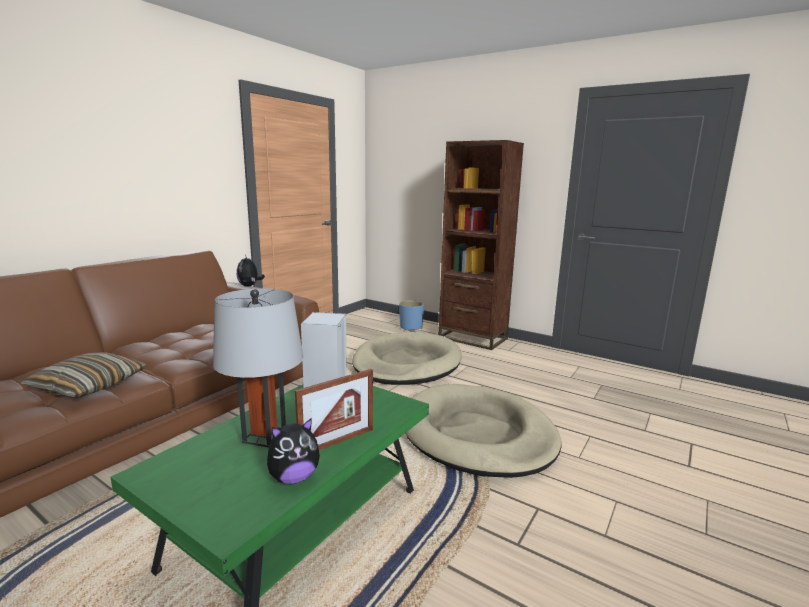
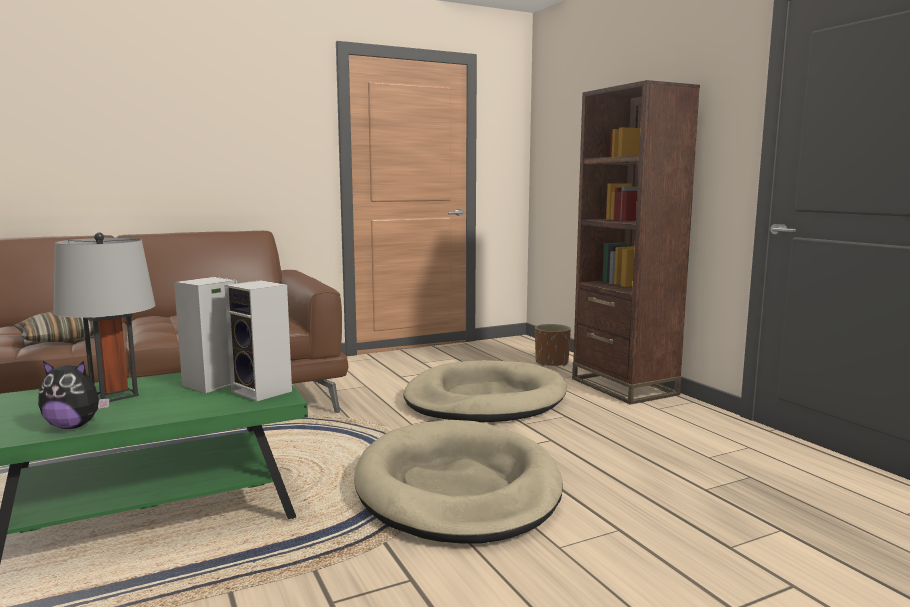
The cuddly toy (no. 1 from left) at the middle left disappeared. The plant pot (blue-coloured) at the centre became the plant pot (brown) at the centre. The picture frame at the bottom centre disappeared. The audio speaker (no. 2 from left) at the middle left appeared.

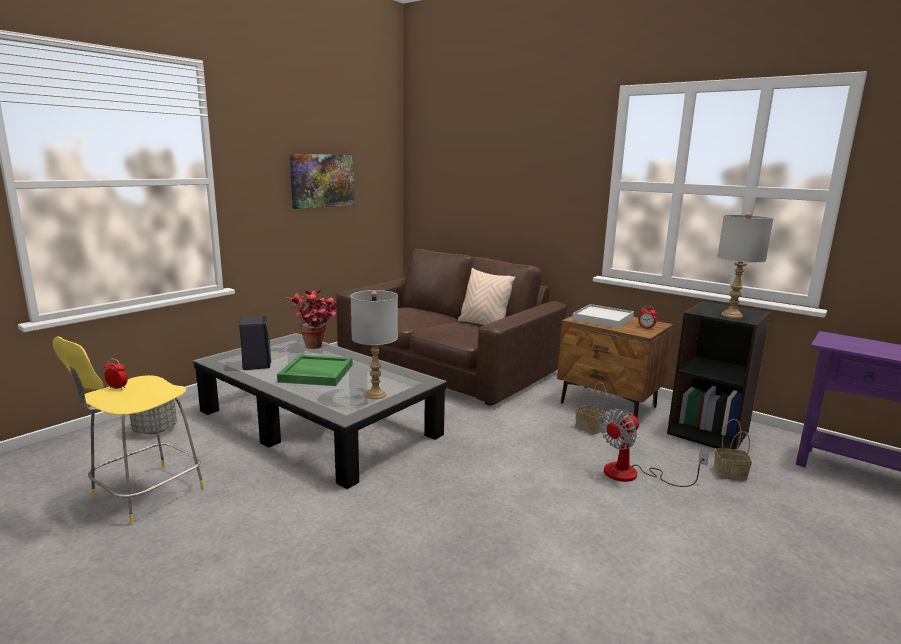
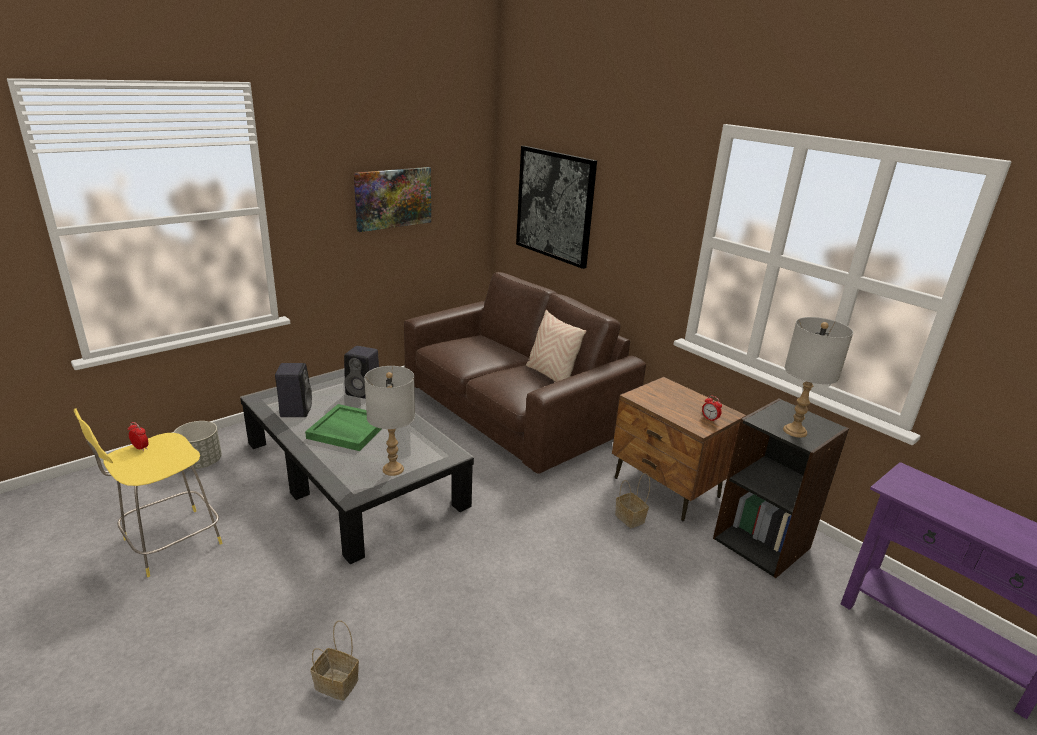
The potted plant at the centre was replaced by the audio speaker (black-coloured) (no. 2 from left) at the centre. The carrying tray (whitish) at the middle right disappeared. The fan at the bottom right disappeared. The storage basket (no. 2 from left in the first image) moved from the bottom right to the bottom left. The wall picture (no. 2 from left) at the top centre appeared.

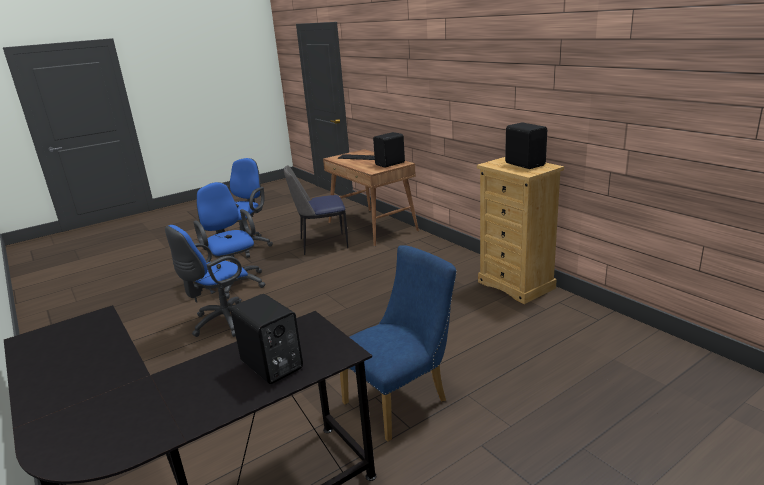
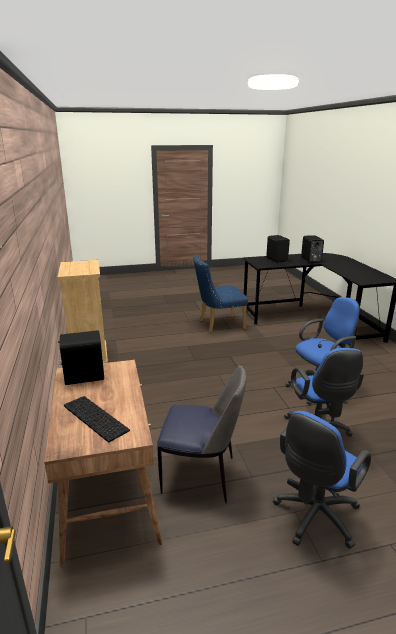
The audio speaker (black-coloured) (no. 3 from left) moved from the top right to the middle right.

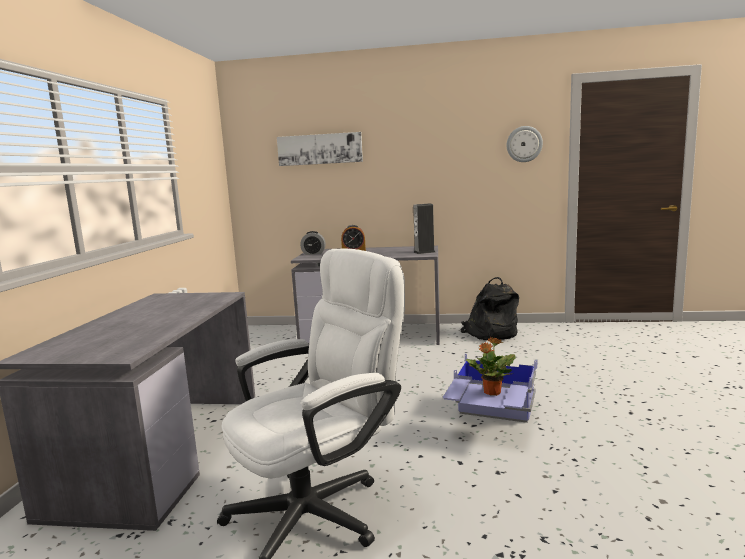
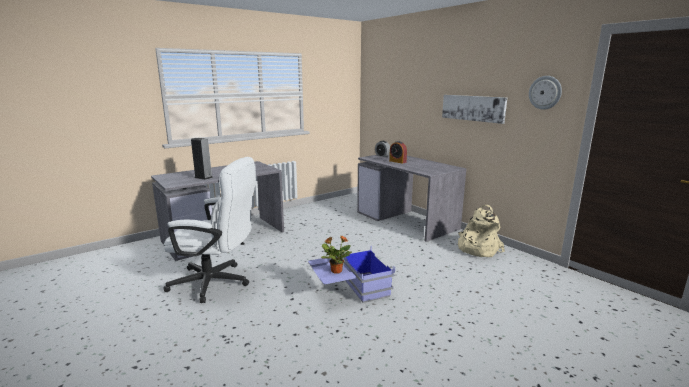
The wall picture moved from the top centre to the top right. The audio speaker moved from the centre to the middle left. The knapsack (black-coloured) at the centre became the knapsack (beige-coloured) at the middle right.

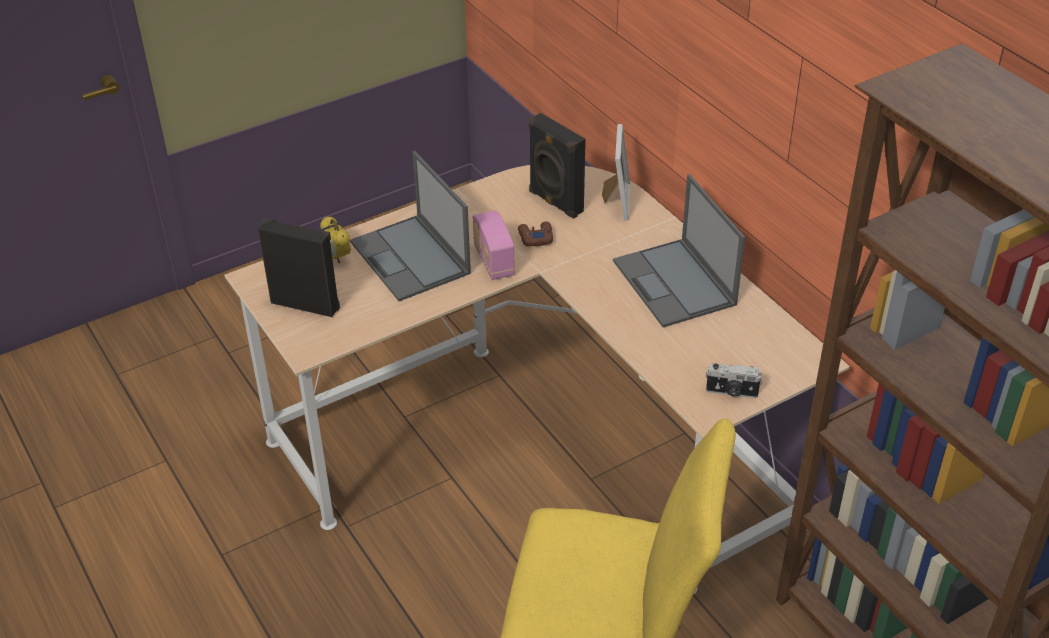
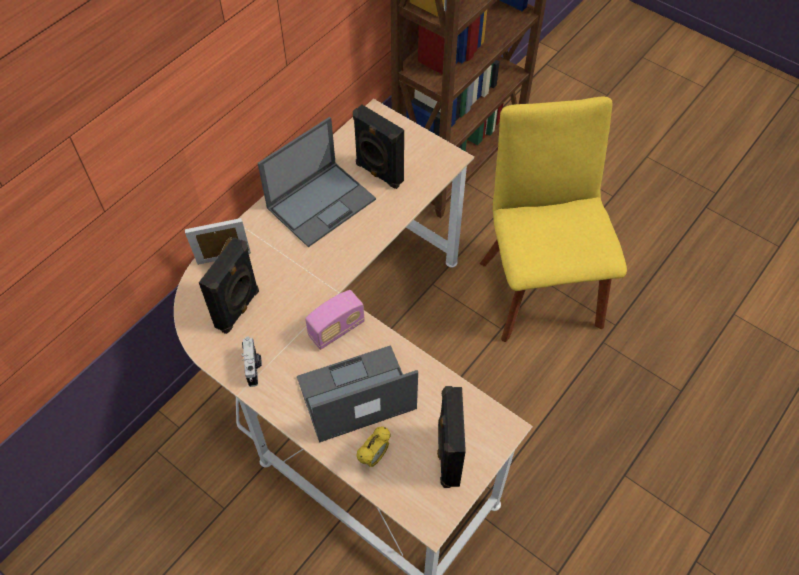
The notebook computer (no. 1 from left in the first image) at the centre turned 150 degrees counterclockwise. The gamepad (brown) at the centre disappeared. The still camera moved from the middle right to the middle left. The audio speaker (black-coloured) (no. 2 from left) at the top centre appeared.

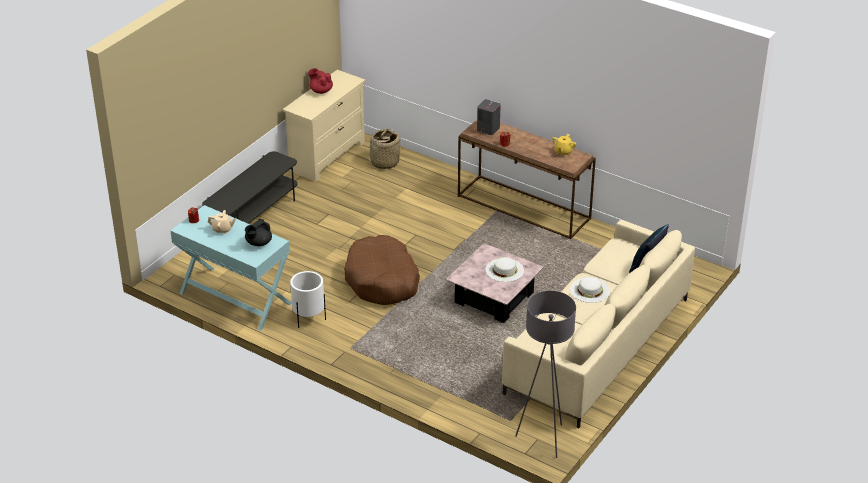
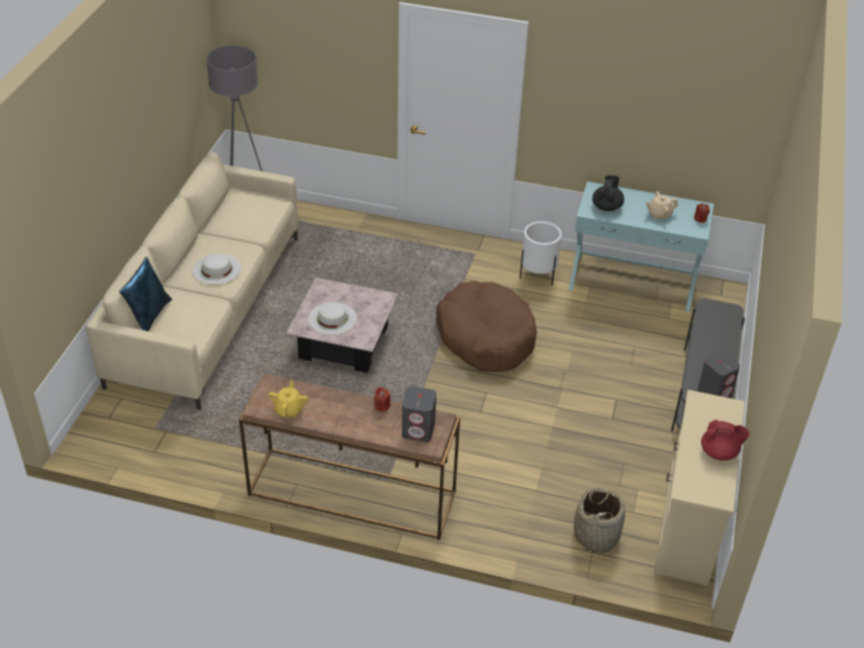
The audio speaker (grey) (no. 2 from left) at the middle right appeared.

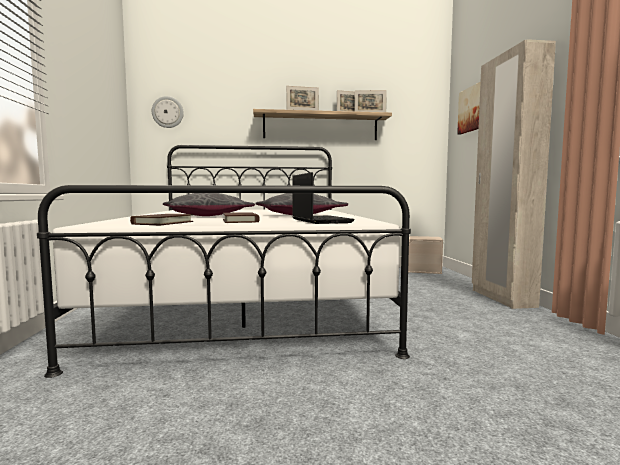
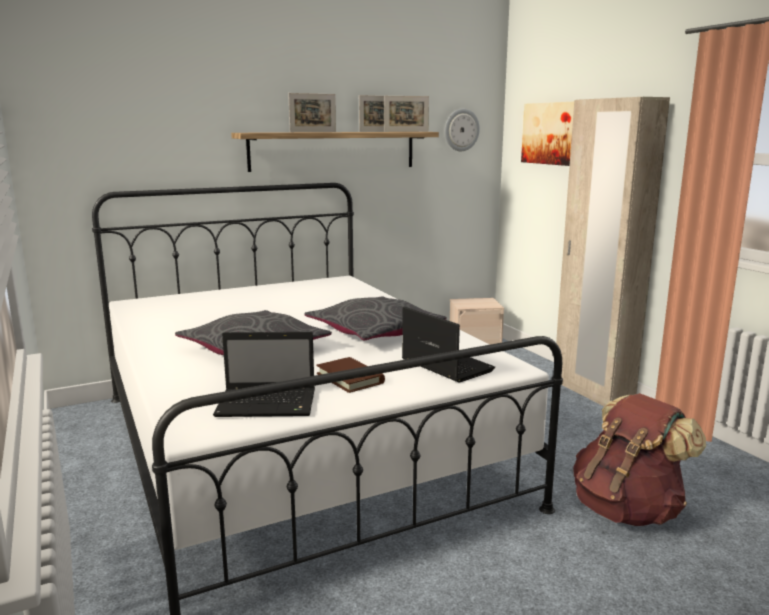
The hanging clock moved from the top left to the top centre. The bound book (brown) (no. 1 from left) at the middle left was replaced by the notebook computer (no. 1 from left) at the centre. The knapsack (brown) at the bottom right appeared.

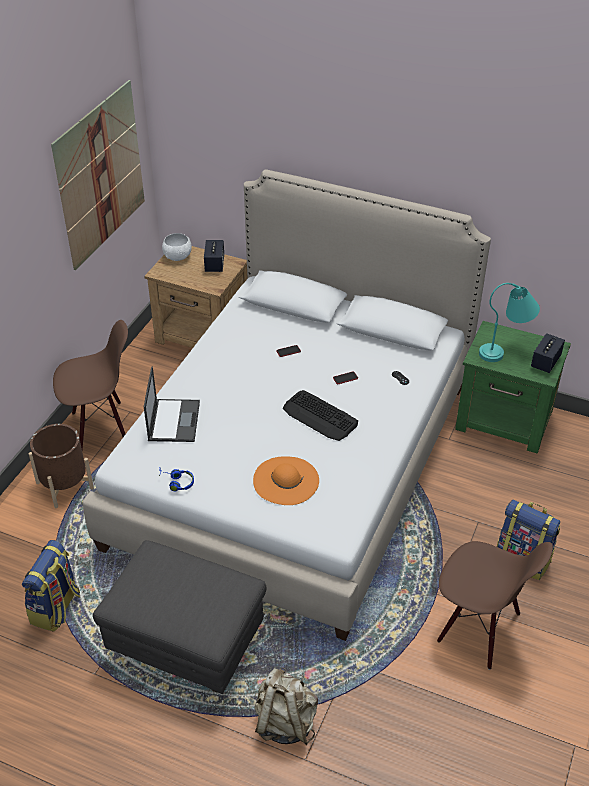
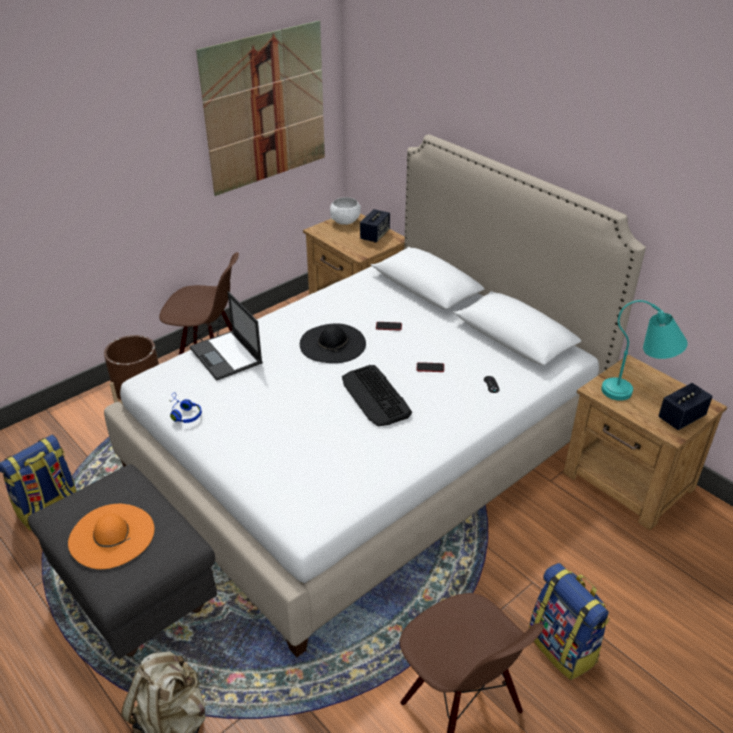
The nightstand (green) at the middle right became the nightstand (brown) (no. 2 from left) at the middle right. The notebook computer at the middle left turned 120 degrees clockwise. The wearable hat (orange) moved from the centre to the bottom left. The wearable hat (black-coloured) at the centre appeared.

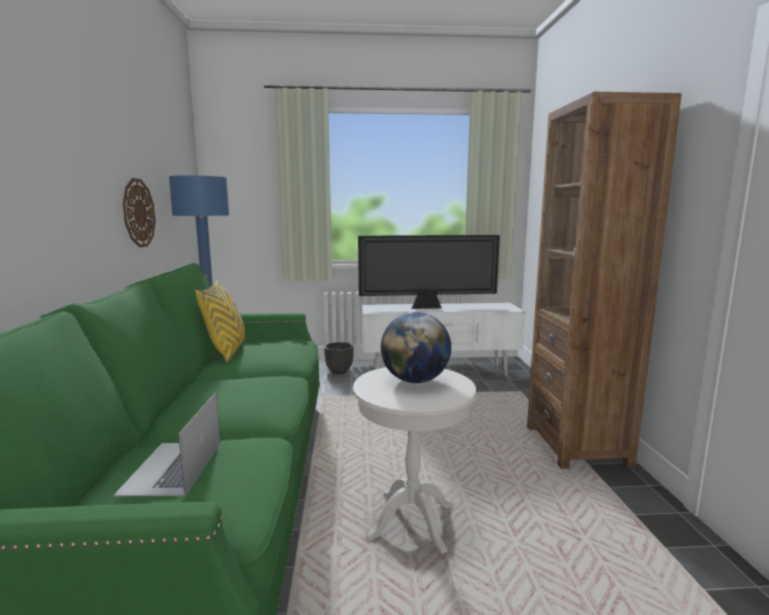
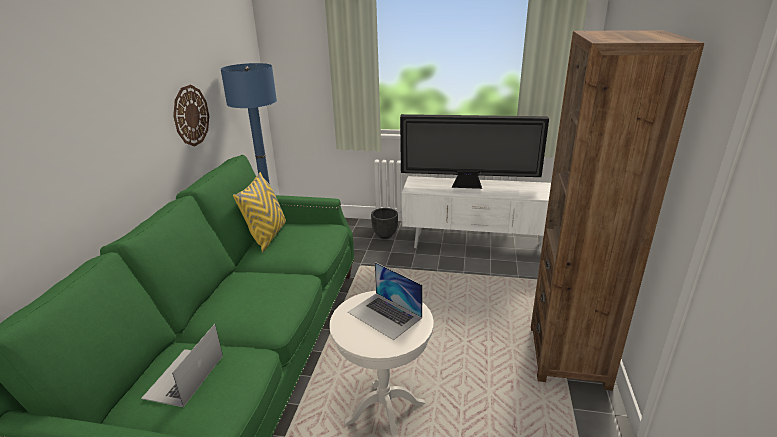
The desk globe at the centre was replaced by the notebook computer (no. 2 from left) at the bottom centre.

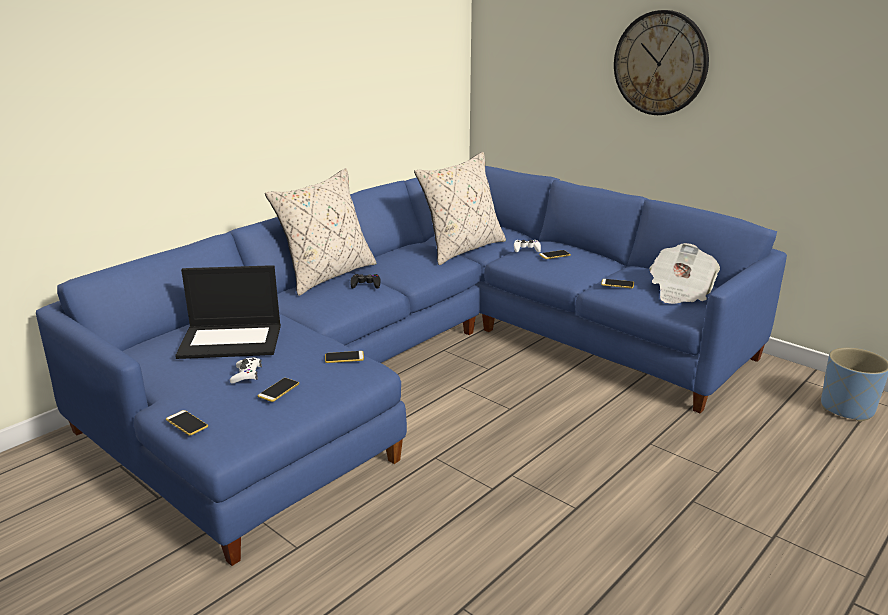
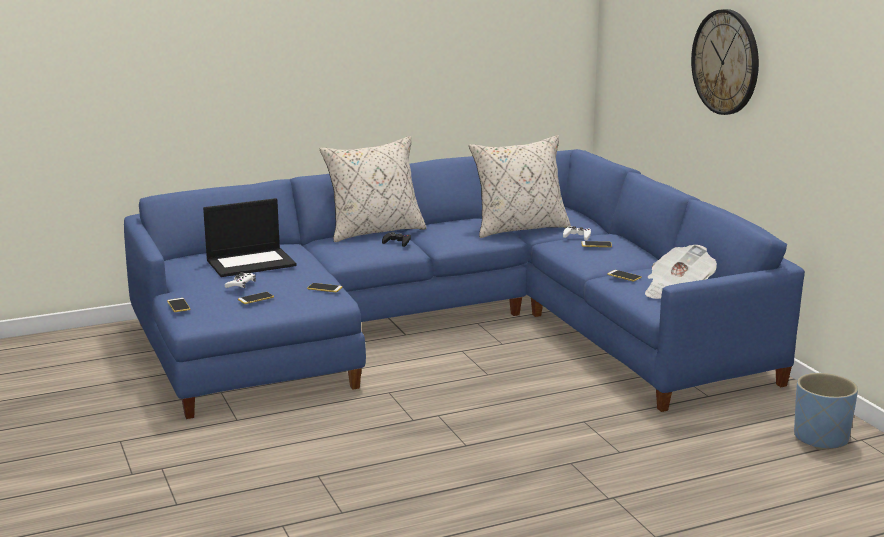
The notebook computer at the middle left turned 45 degrees counterclockwise.

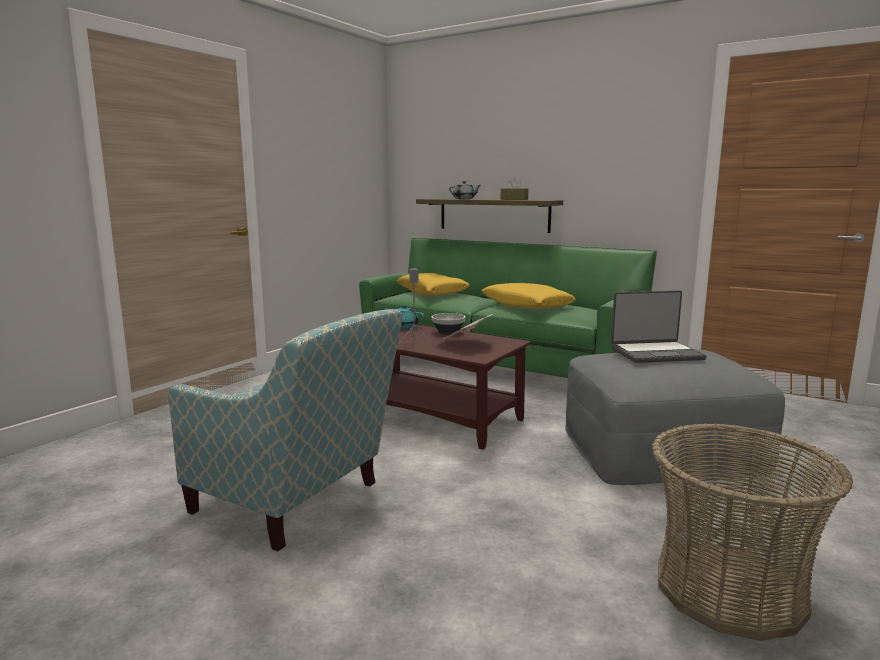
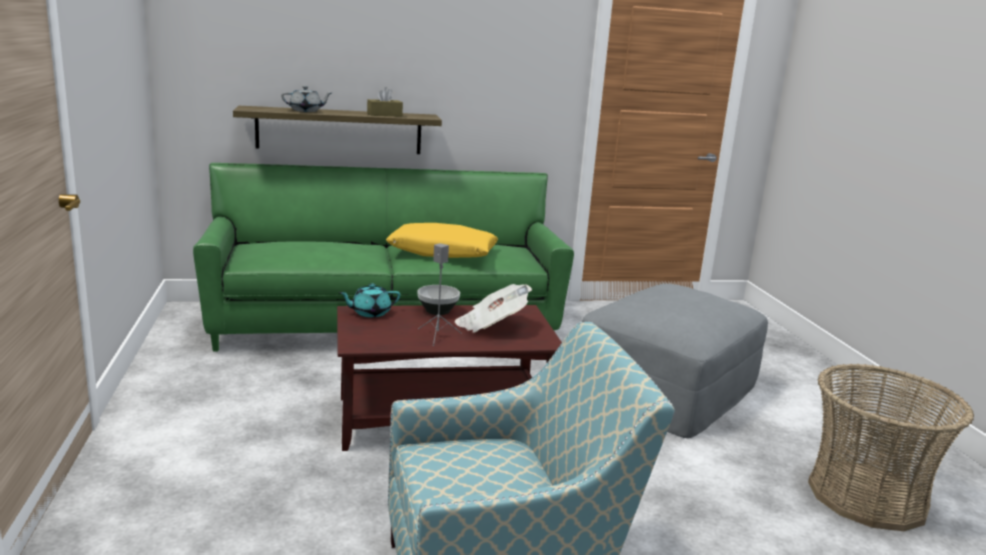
The cushion (yellow) (no. 1 from left) at the centre disappeared. The notebook computer at the middle right disappeared.

